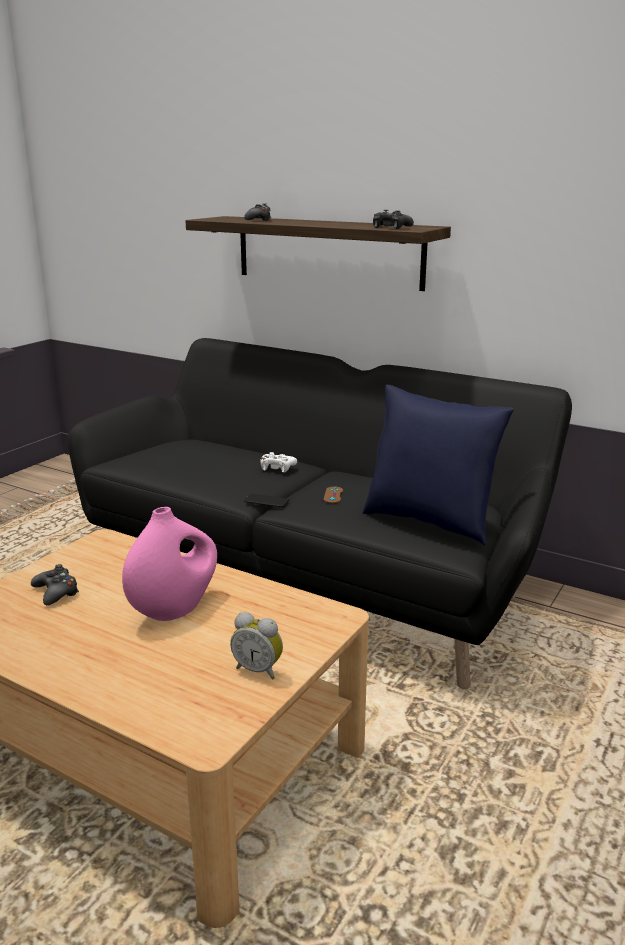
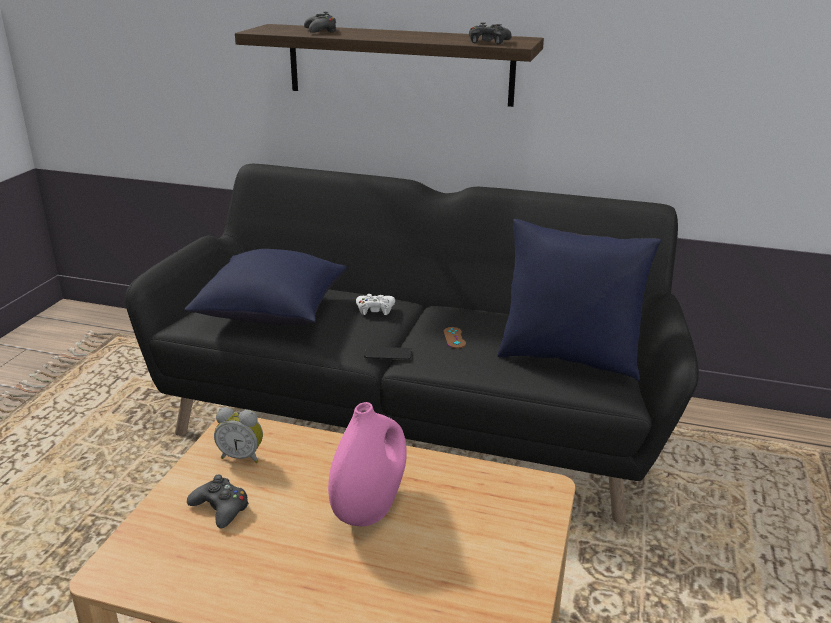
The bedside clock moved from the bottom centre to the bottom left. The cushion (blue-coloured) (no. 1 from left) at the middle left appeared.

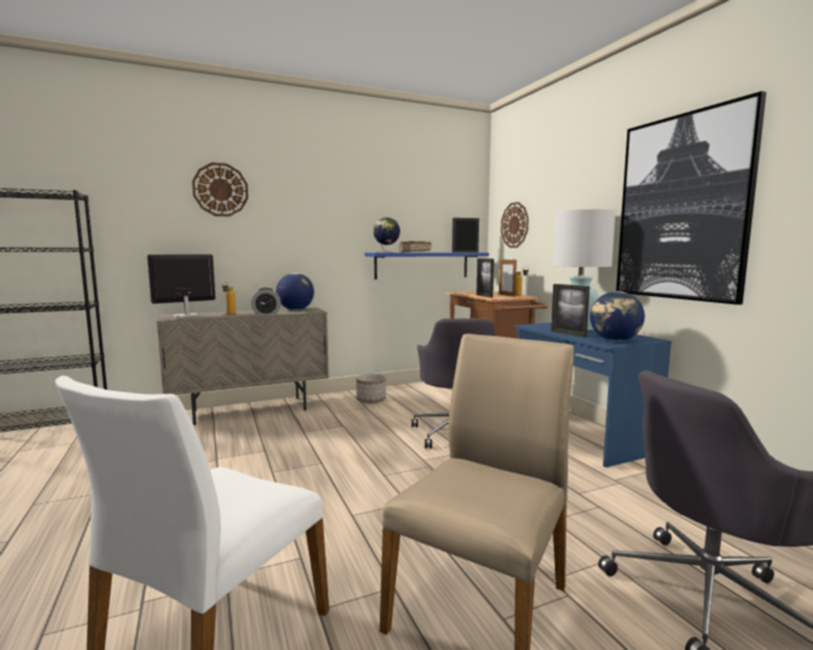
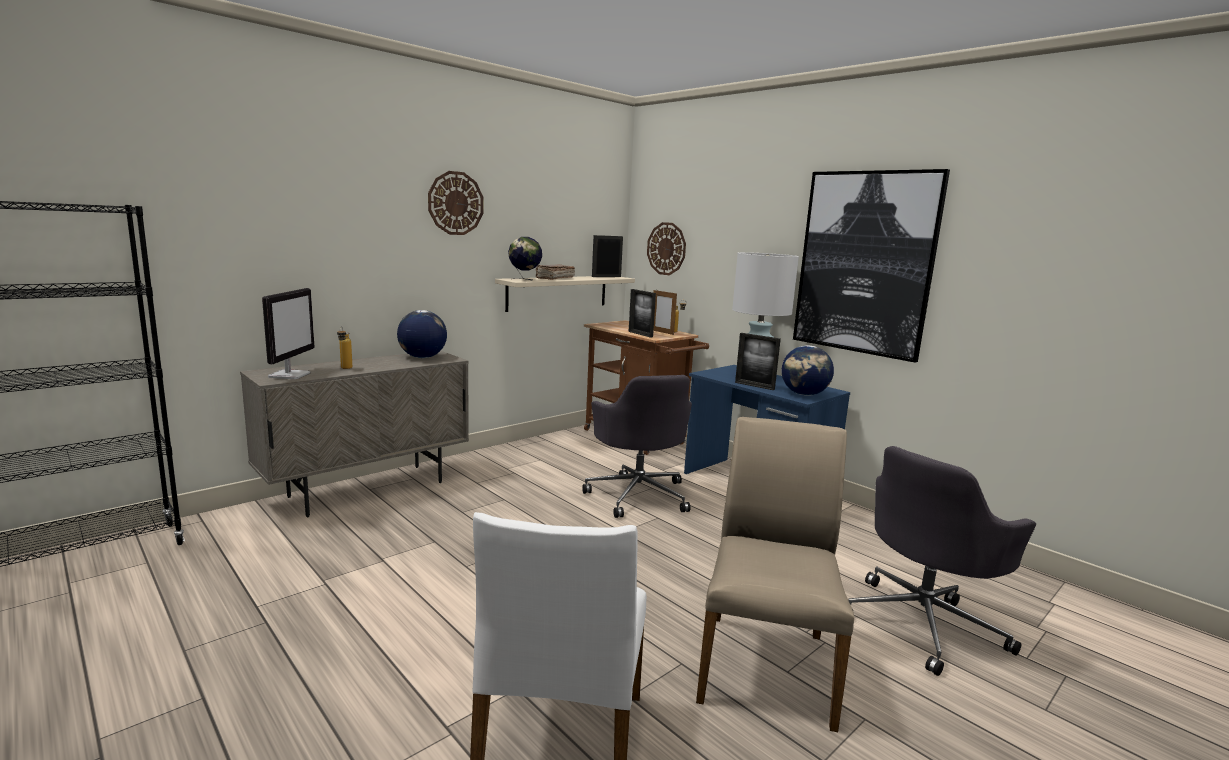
The hanging clock (no. 1 from left) moved from the top left to the top centre. The wall shelf (blue-coloured) at the centre became the wall shelf (beige-coloured) at the centre. The monitor at the middle left turned 150 degrees clockwise. The bedside clock at the middle left disappeared. The plant pot at the centre disappeared.

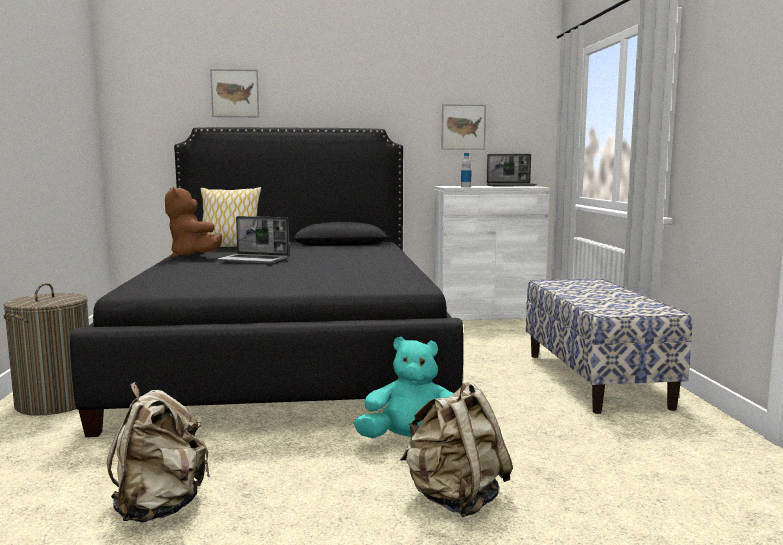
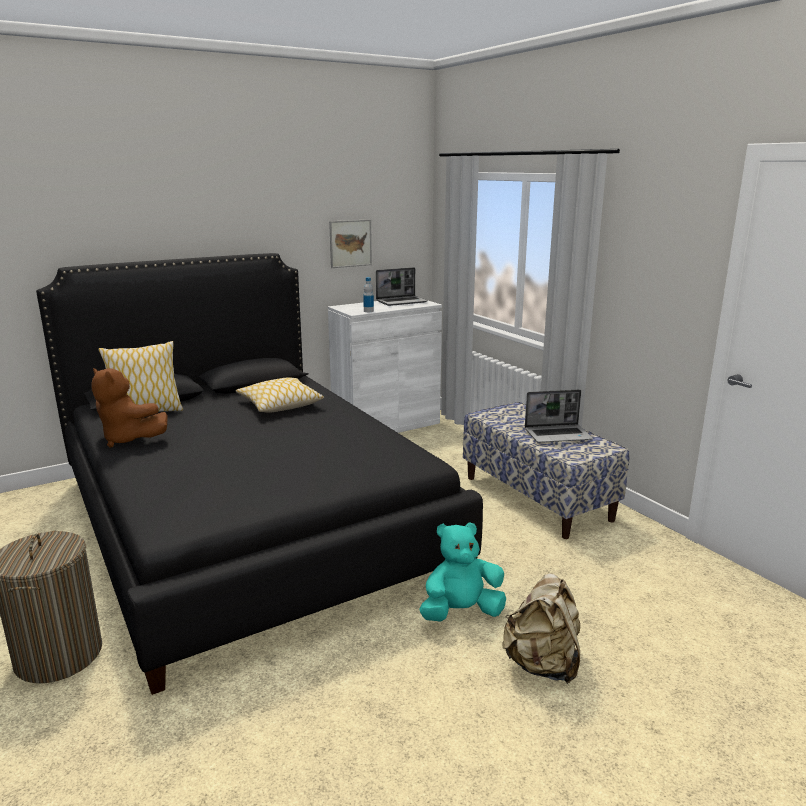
The wall picture (no. 1 from left) at the top left disappeared. The notebook computer (no. 1 from left in the first image) moved from the middle left to the middle right. The knapsack (beige-coloured) (no. 1 from left) at the bottom left disappeared. The cushion (no. 2 from left) at the centre appeared.

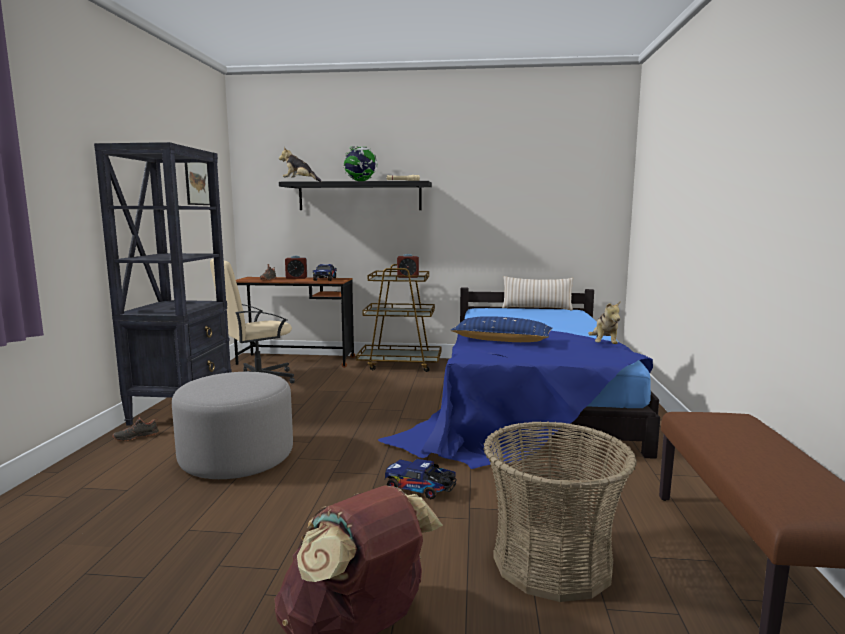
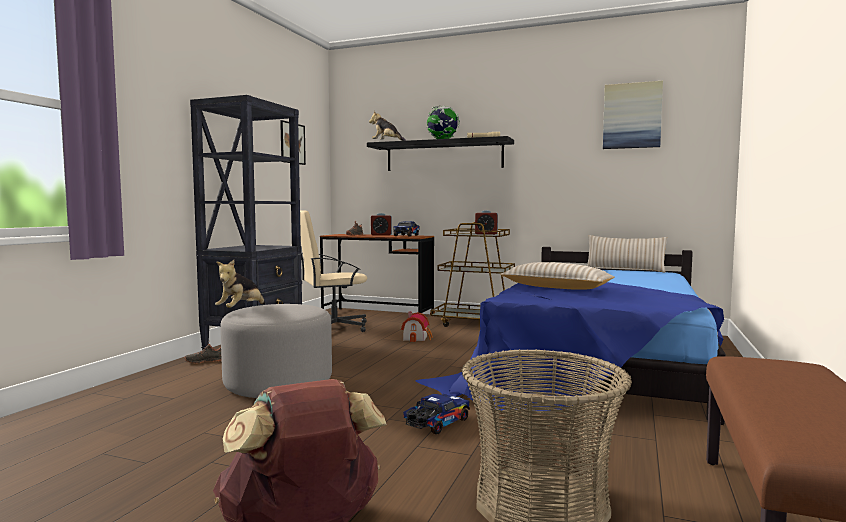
The cuddly toy (no. 2 from left in the first image) moved from the middle right to the middle left. The cushion (blue-coloured) at the centre became the cushion (beige-coloured) (no. 1 from left) at the centre. The toy lorry (no. 2 from left) at the bottom centre turned 90 degrees clockwise. The wall picture (no. 2 from left) at the top right appeared. The miniature house at the centre appeared.

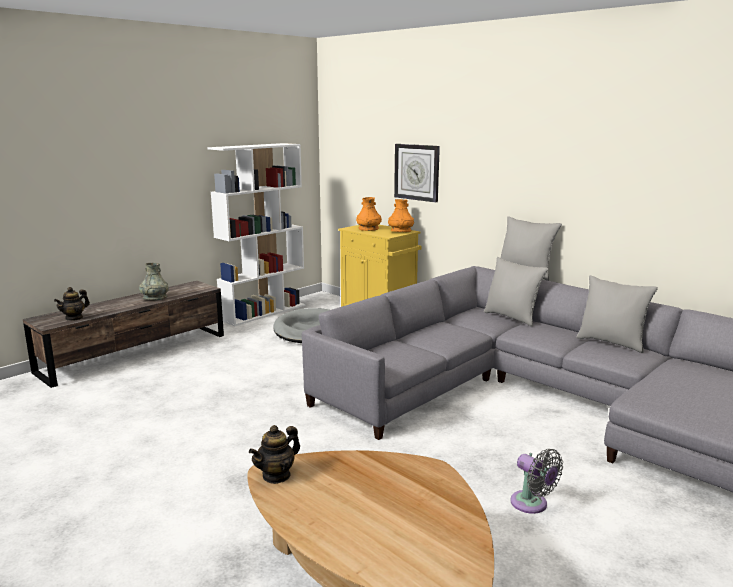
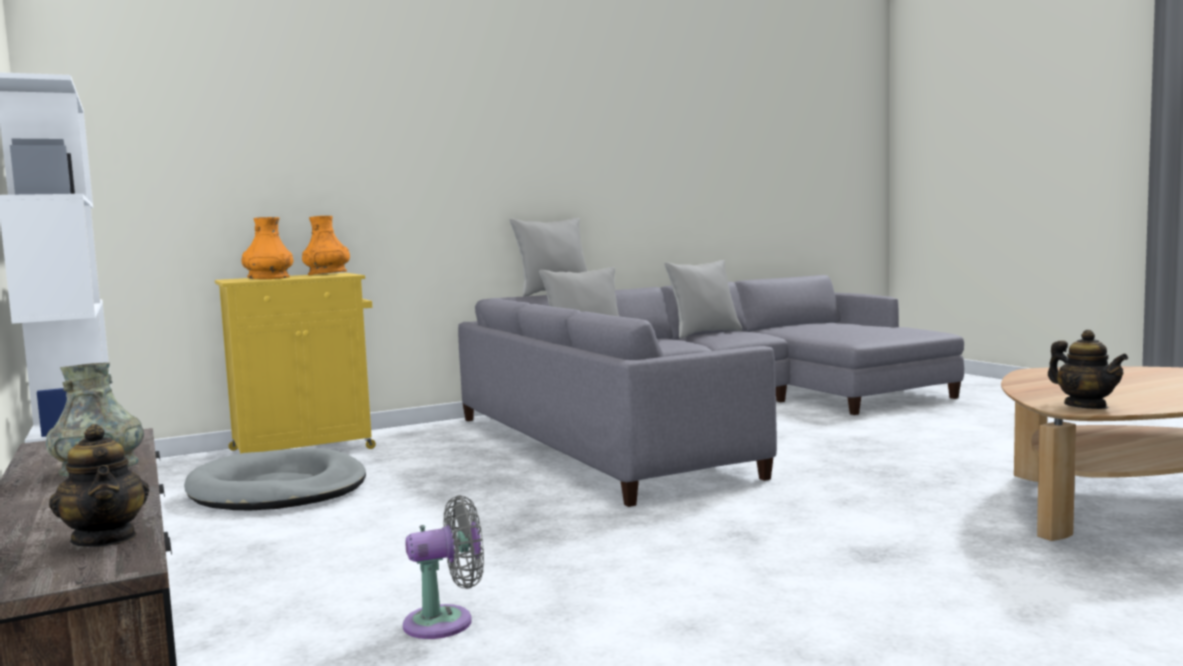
The hanging clock at the top centre disappeared. The fan (grey) moved from the bottom right to the bottom centre.

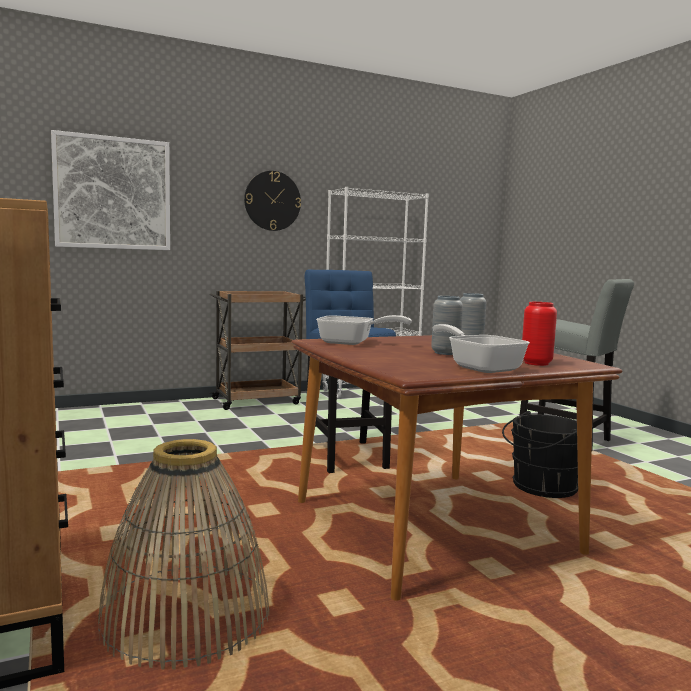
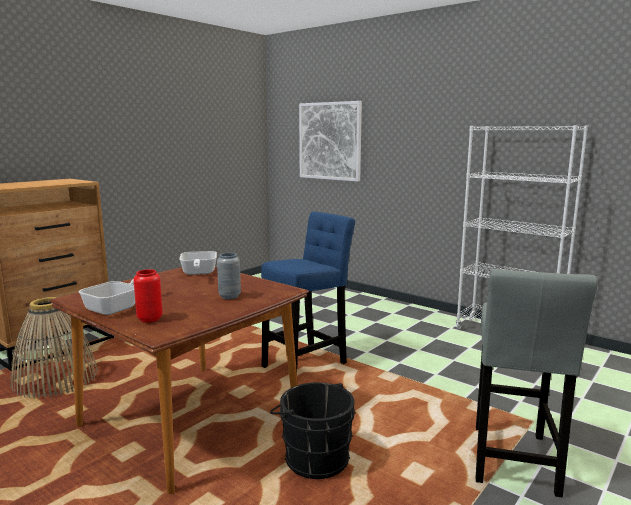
The hanging clock at the top centre disappeared. The trolley (brown) at the centre disappeared. The flower vase (grey) (no. 1 from left) at the centre disappeared.

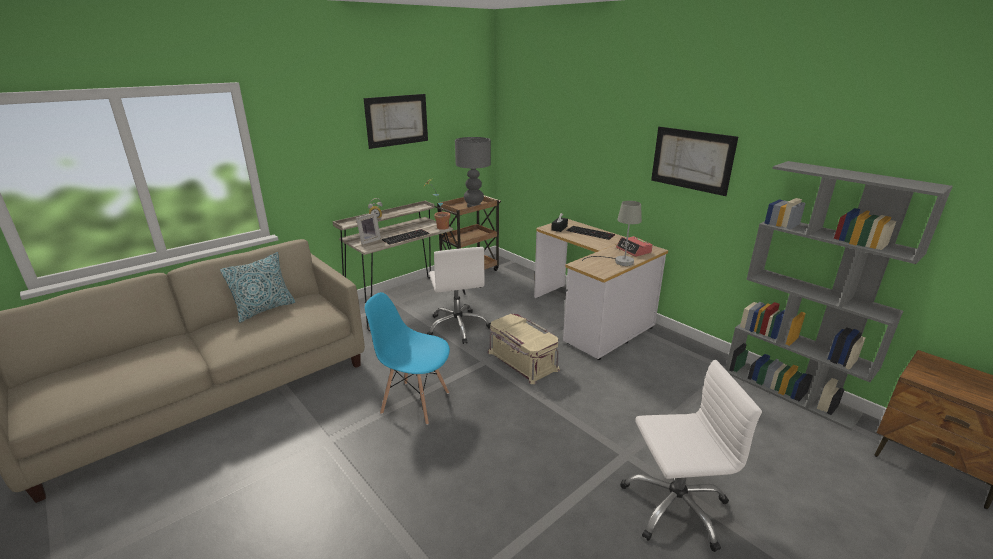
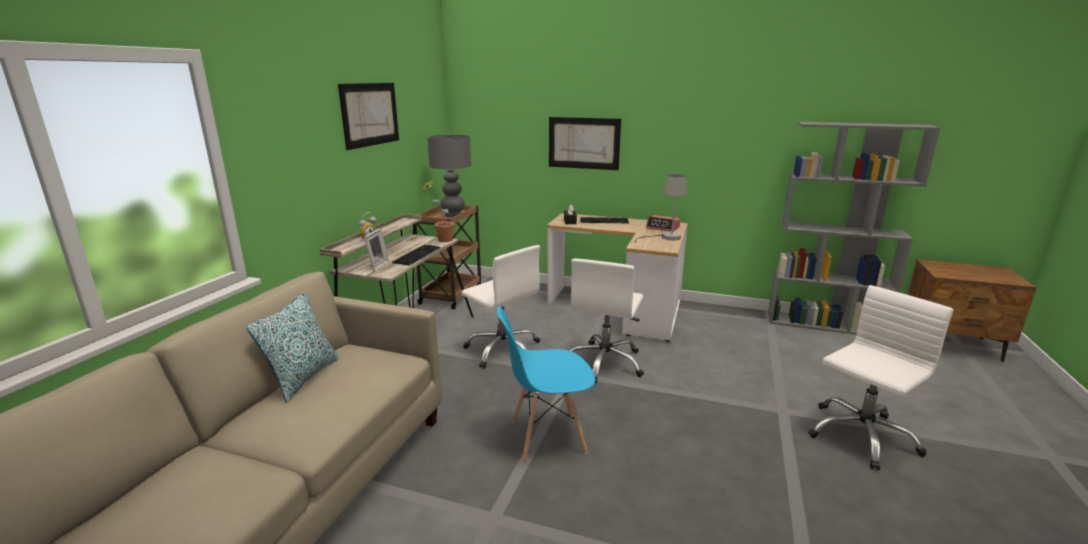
The wall picture (no. 2 from left) moved from the top right to the top centre. The storage container (beige-coloured) at the centre was replaced by the desk chair (whitish) (no. 2 from left) at the centre.

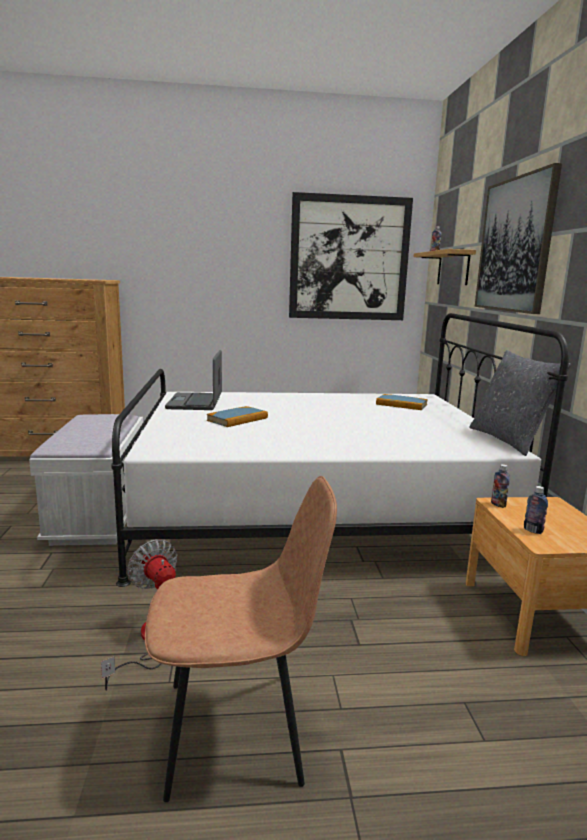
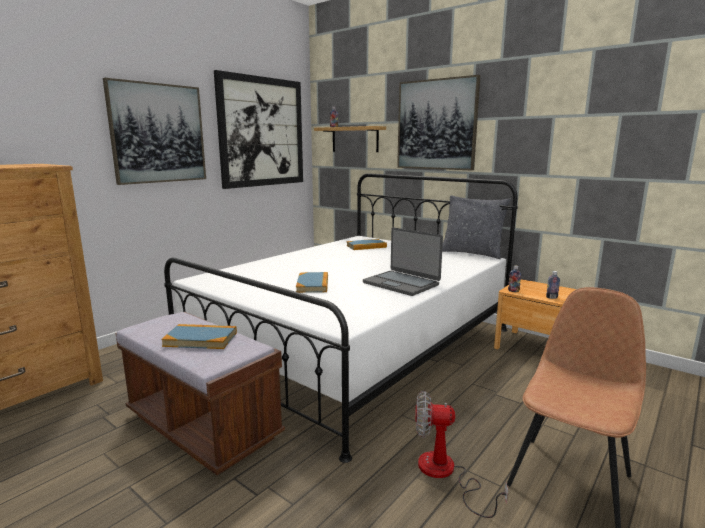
The notebook computer moved from the middle left to the centre. The indoor bench (whitish) at the middle left became the indoor bench (brown) at the bottom left. The wall picture (no. 1 from left) at the top left appeared. The bound book (no. 1 from left) at the middle left appeared.

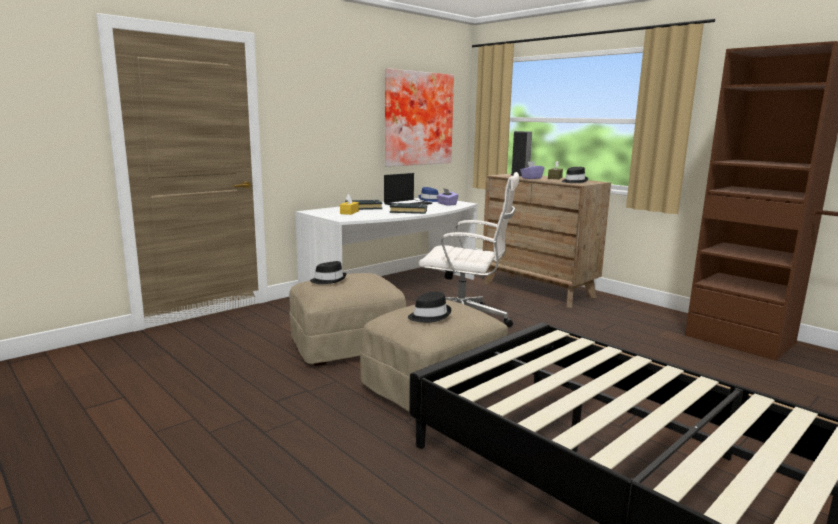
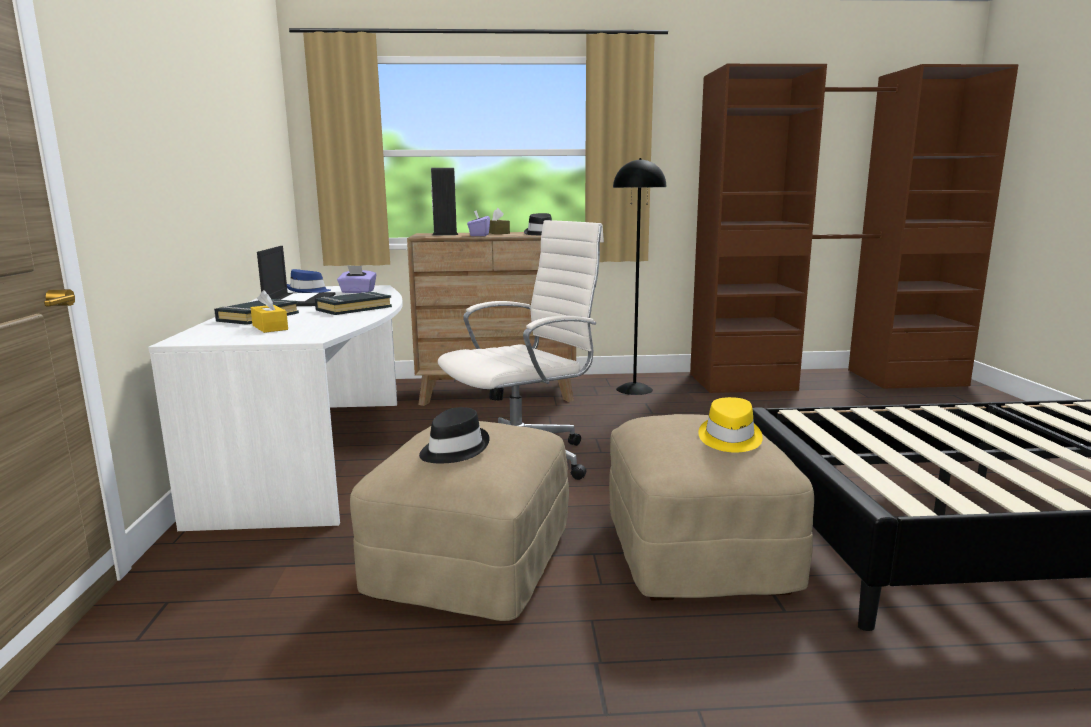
The wall picture at the top centre disappeared. The wearable hat (black-coloured) (no. 2 from left) at the centre became the wearable hat (yellow) at the middle right. The standing lamp (black-coloured) at the centre appeared.

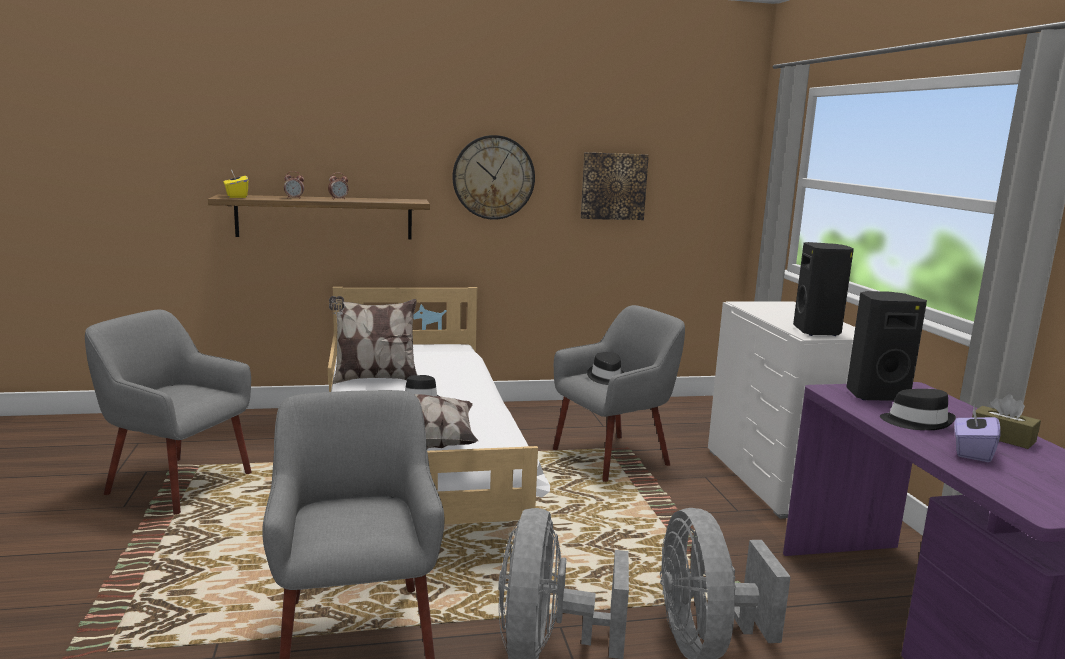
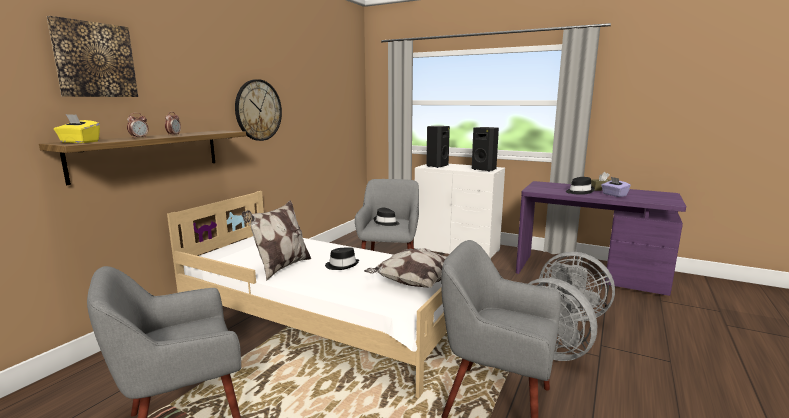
The wall picture moved from the top centre to the top left. The audio speaker (black-coloured) (no. 2 from left in the first image) moved from the middle right to the centre.

